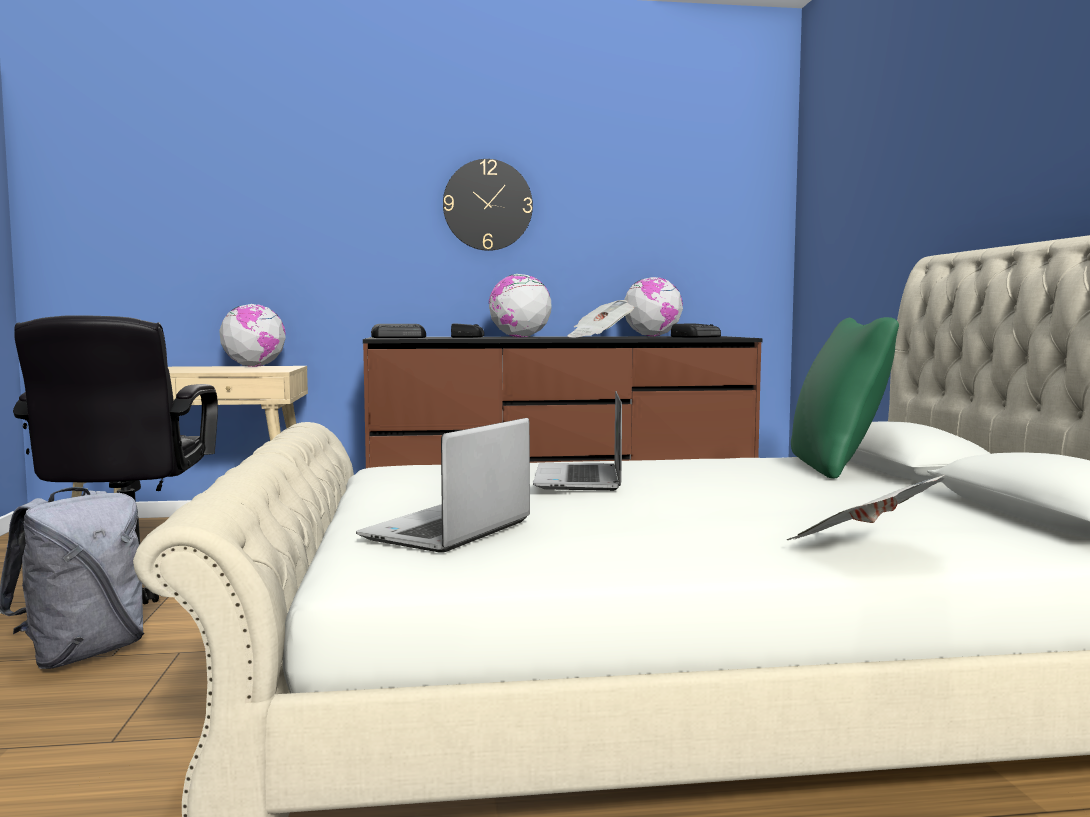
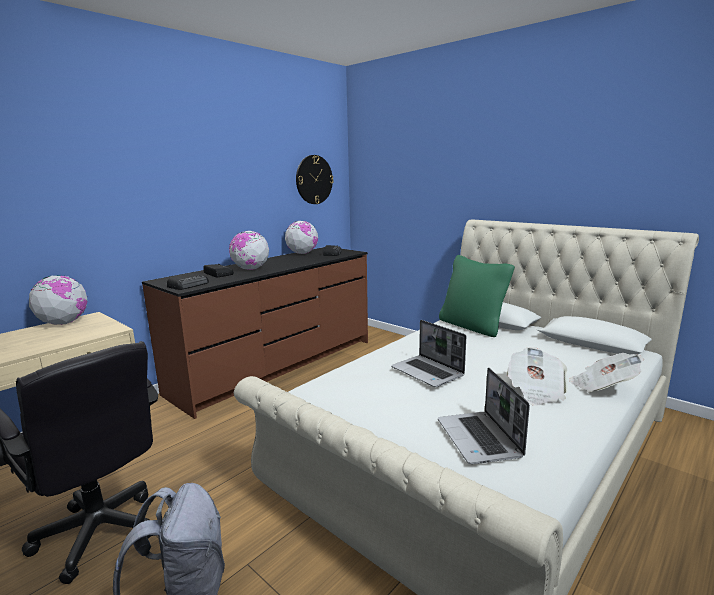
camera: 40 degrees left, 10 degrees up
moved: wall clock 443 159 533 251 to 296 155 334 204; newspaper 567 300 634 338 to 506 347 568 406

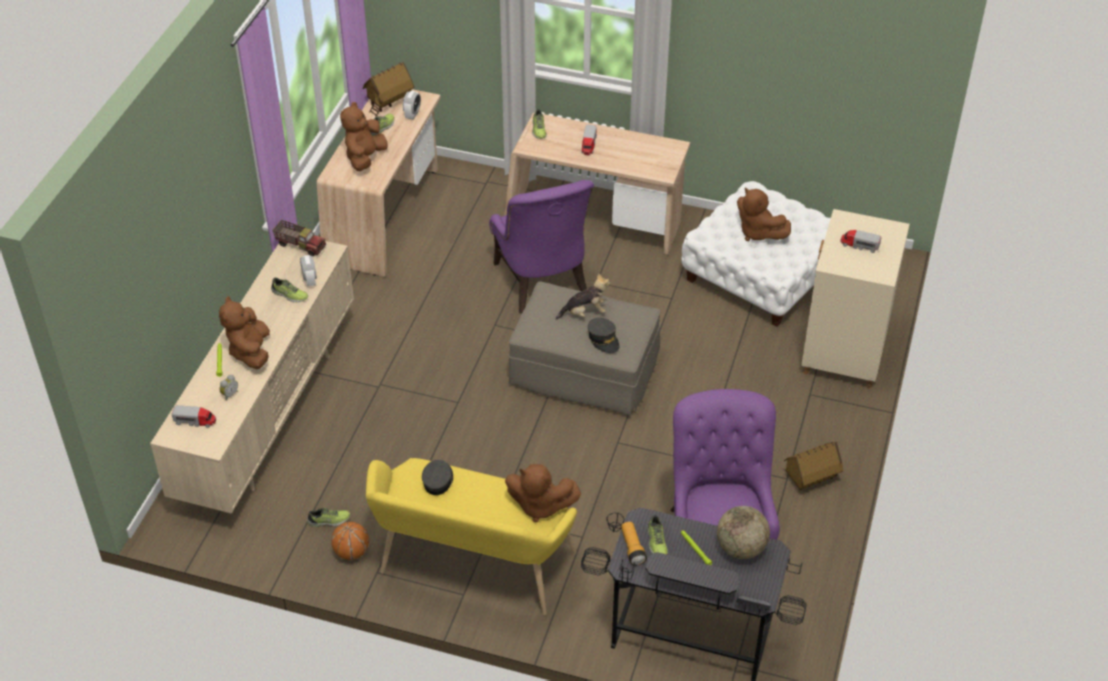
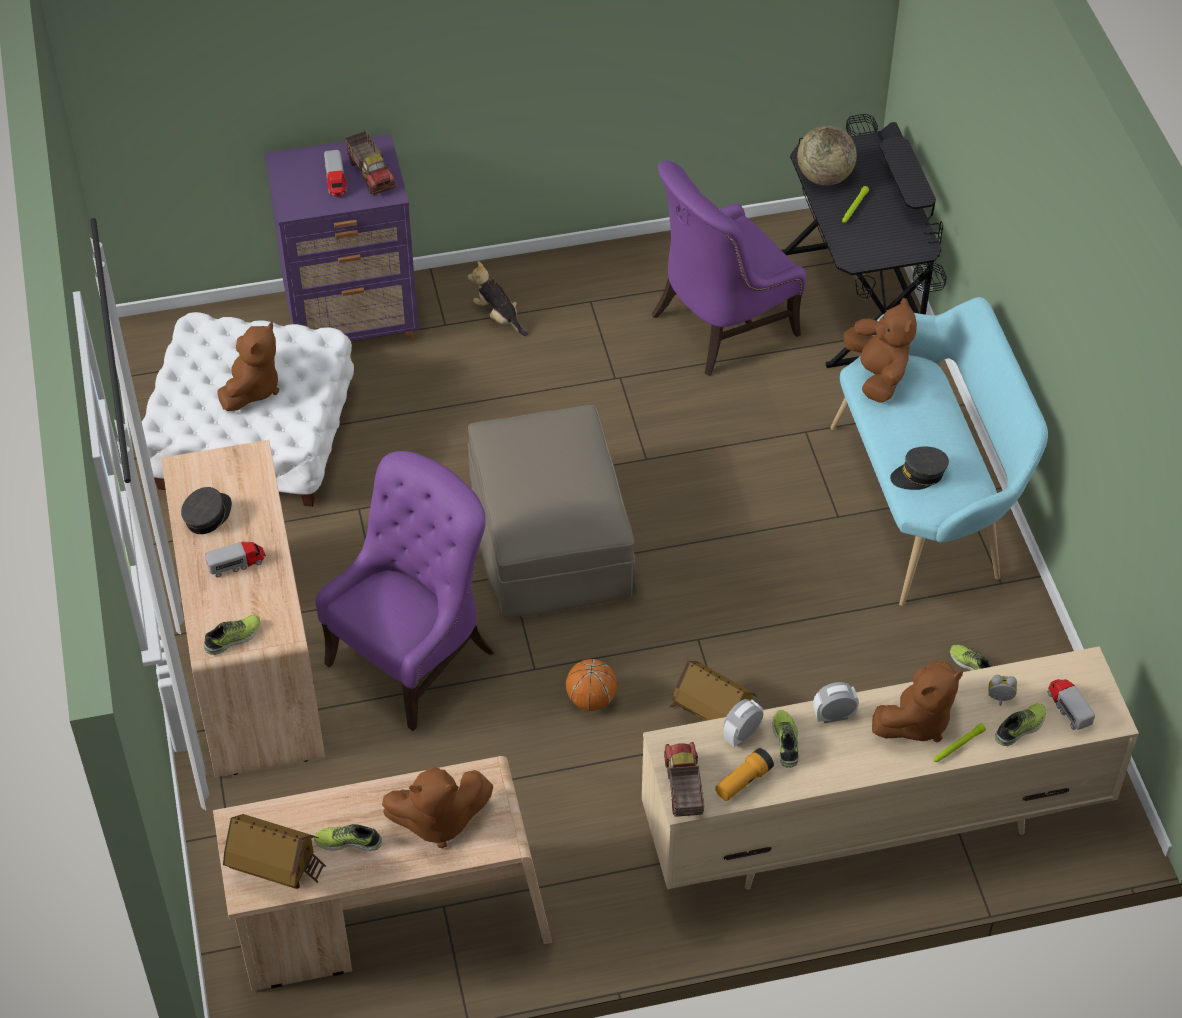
camera: 120 degrees left, 5 degrees up
added: toy truck 344 131 396 195
moved: grey cap 588 318 619 353 to 181 487 232 534; plush toy 556 273 610 320 to 468 261 528 336; basketball 331 522 369 560 to 565 659 617 711; toy house 784 442 843 490 to 669 661 757 721; flashlight 621 522 647 566 to 716 748 774 801; alarm clock 403 91 421 120 to 813 682 859 723; shoe 647 515 668 555 to 995 703 1046 746
recoloured: beige dresser 801 209 910 389 to purple dresser 264 134 419 342; yellow bench 366 458 577 615 to turquoise bench 831 297 1048 606

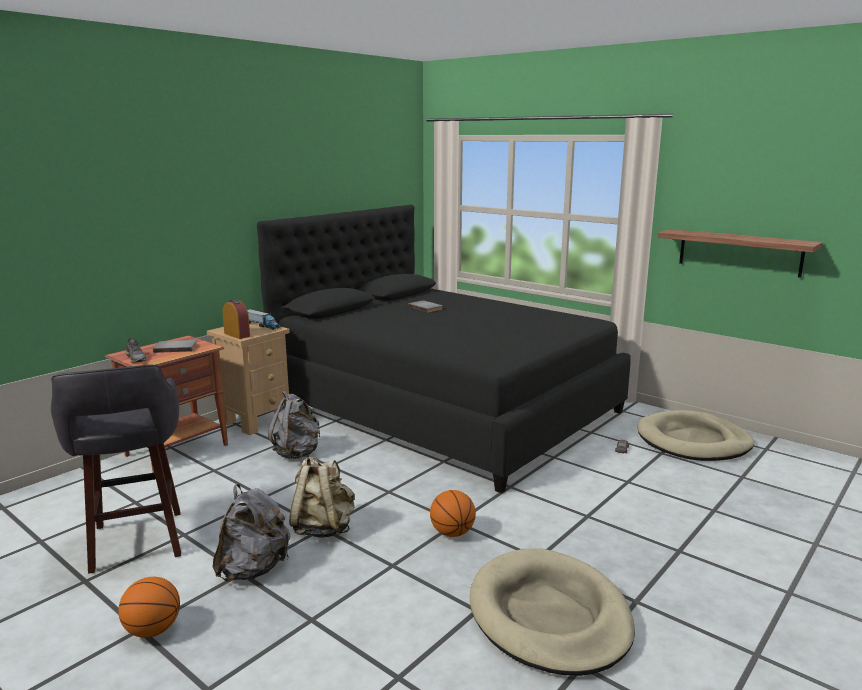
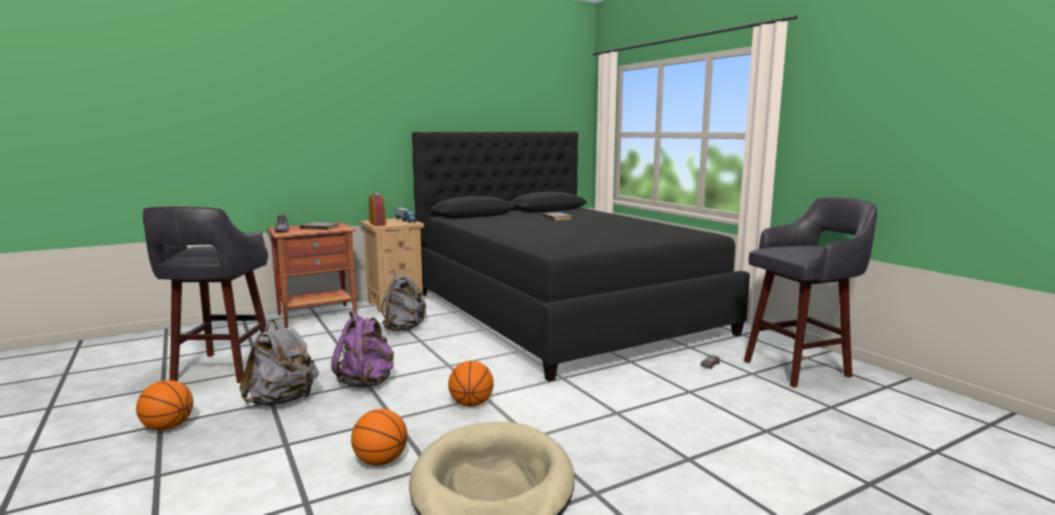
camera: 20 degrees right, 5 degrees down
removed: shelf 658 229 823 278
added: basketball 351 409 407 466
replaced: beige dog bed 637 410 754 461 to grey stool 744 197 877 387
recoloured: beige backpack 289 456 355 538 to purple backpack 331 310 394 388

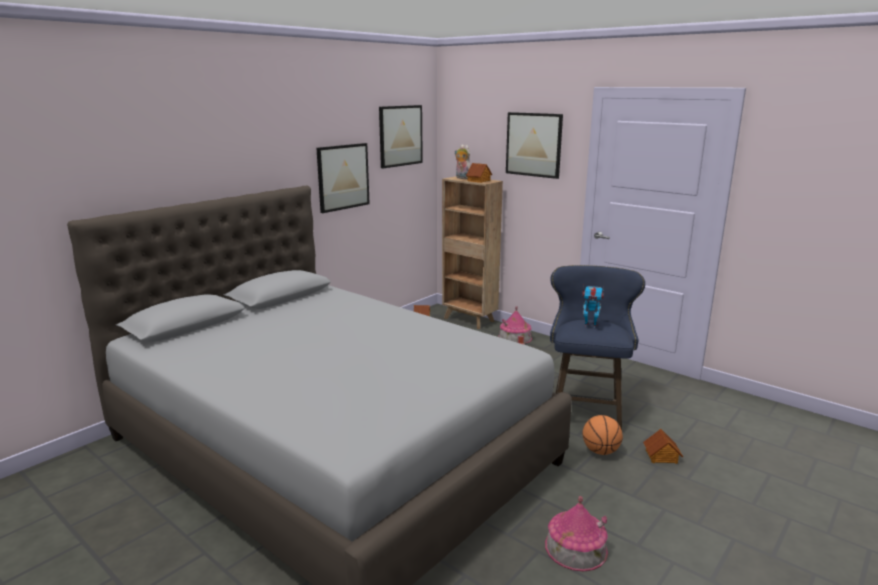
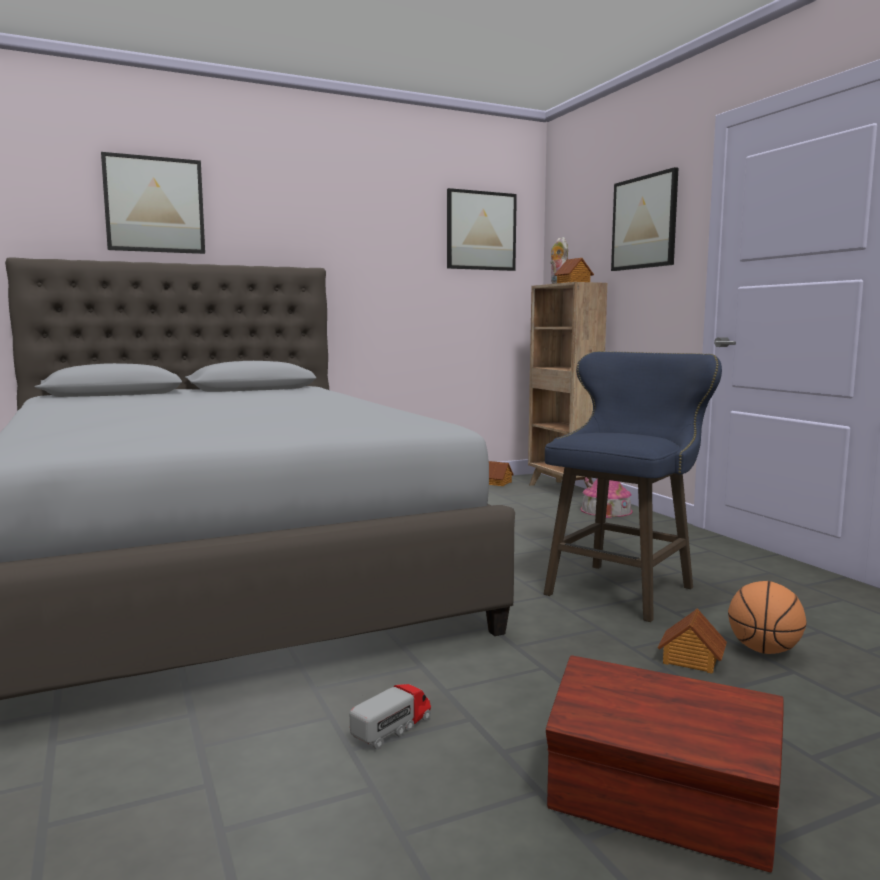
camera: 25 degrees right, 10 degrees down
removed: toy robot 582 286 604 329
added: brown storage box 546 655 784 872
moved: picture 316 143 370 213 to 101 152 205 254; basketball 582 415 623 455 to 728 581 807 654
replaced: toy house 545 496 608 572 to toy truck 350 684 431 750

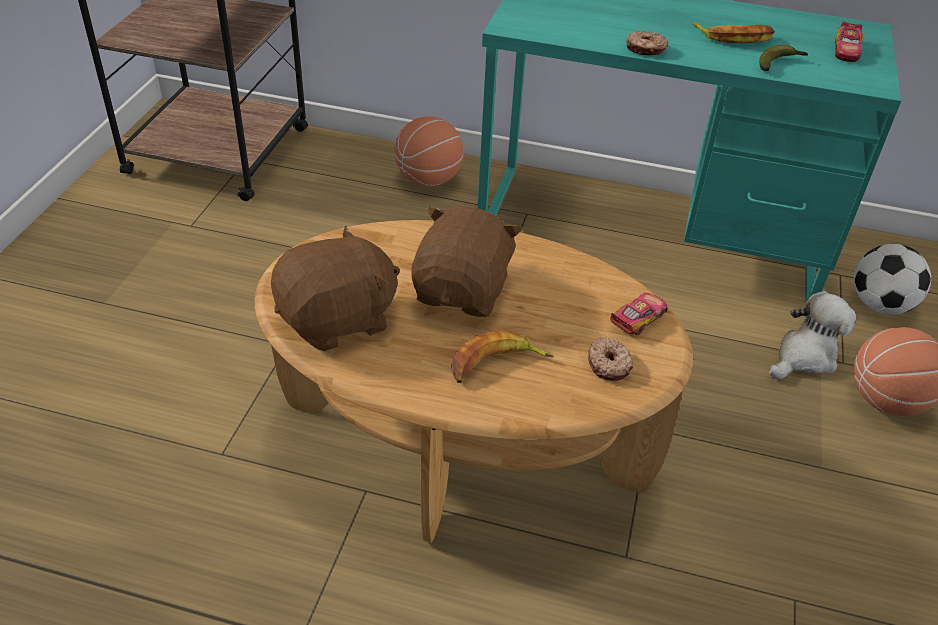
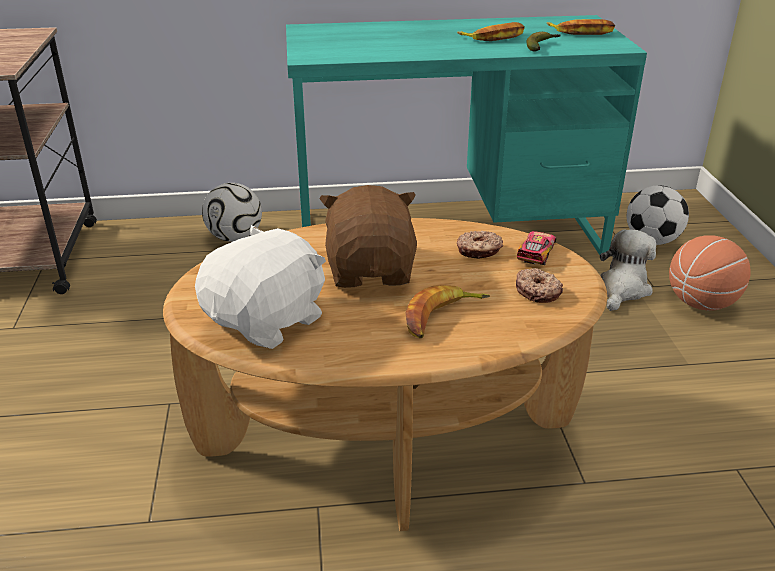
camera: 20 degrees left, 10 degrees down
moved: donut 626 31 669 55 to 457 231 503 259
replaced: basketball 394 116 464 187 to football 202 183 262 242; toy car 835 22 864 62 to banana 547 19 615 35
recoloured: brown plush toy 271 225 400 351 to white plush toy 195 225 326 349

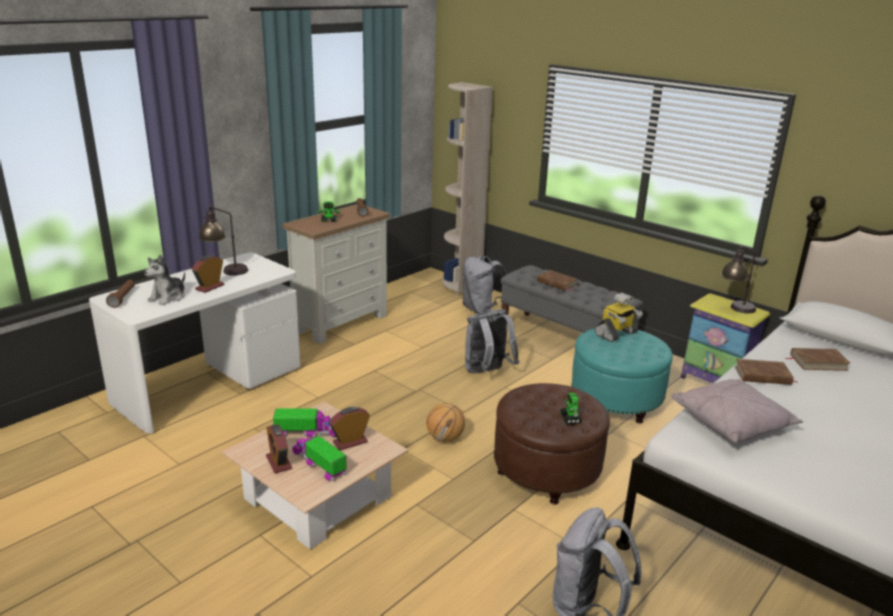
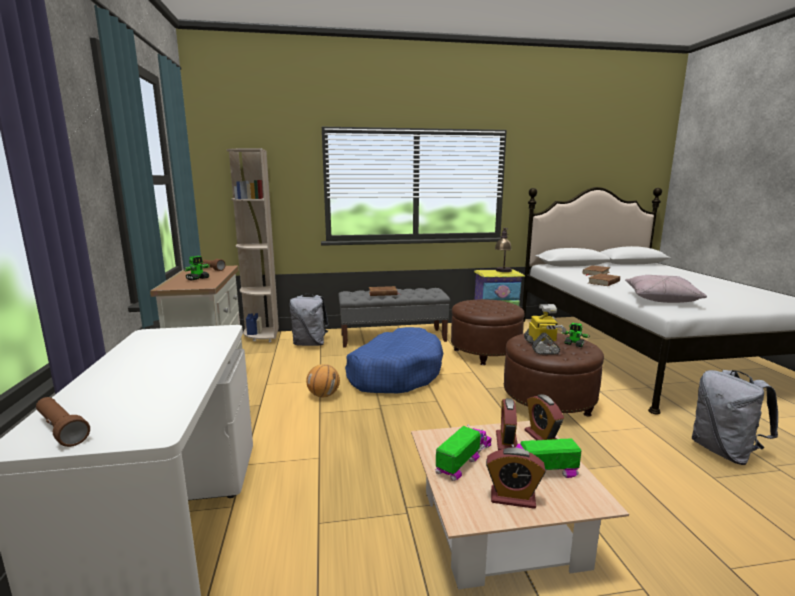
camera: 50 degrees left, 10 degrees down
removed: plush toy 144 255 185 305; table lamp 199 205 248 276
moved: basketball 426 403 465 442 to 306 364 340 397; toy robot 594 293 643 342 to 524 304 566 354; alarm clock 192 255 225 293 to 525 394 564 440
replaced: grey backpack 465 309 519 373 to blue dog bed 345 327 443 393
recoloured: turquoise ottoman 572 328 673 423 to brown ottoman 451 299 525 365

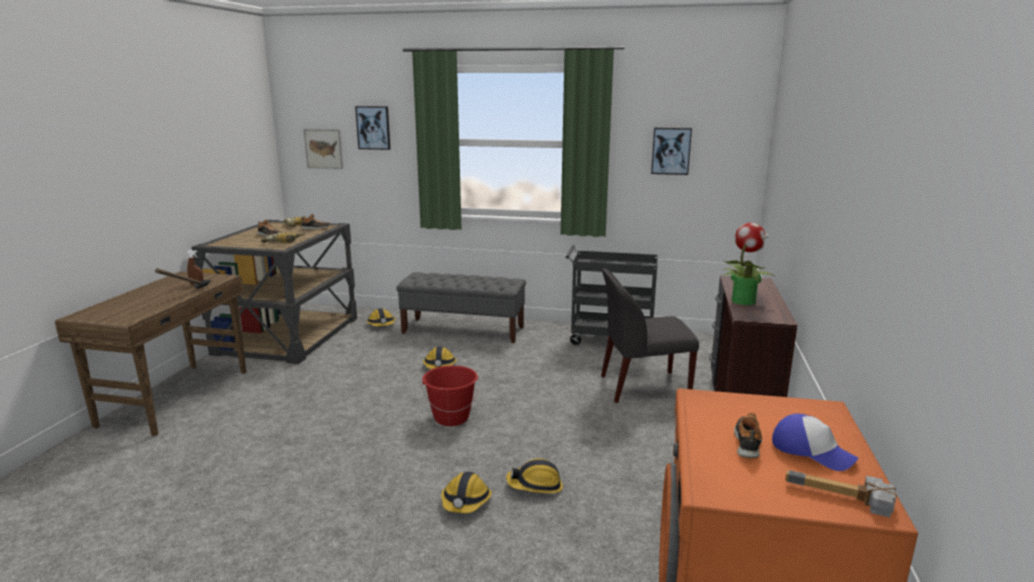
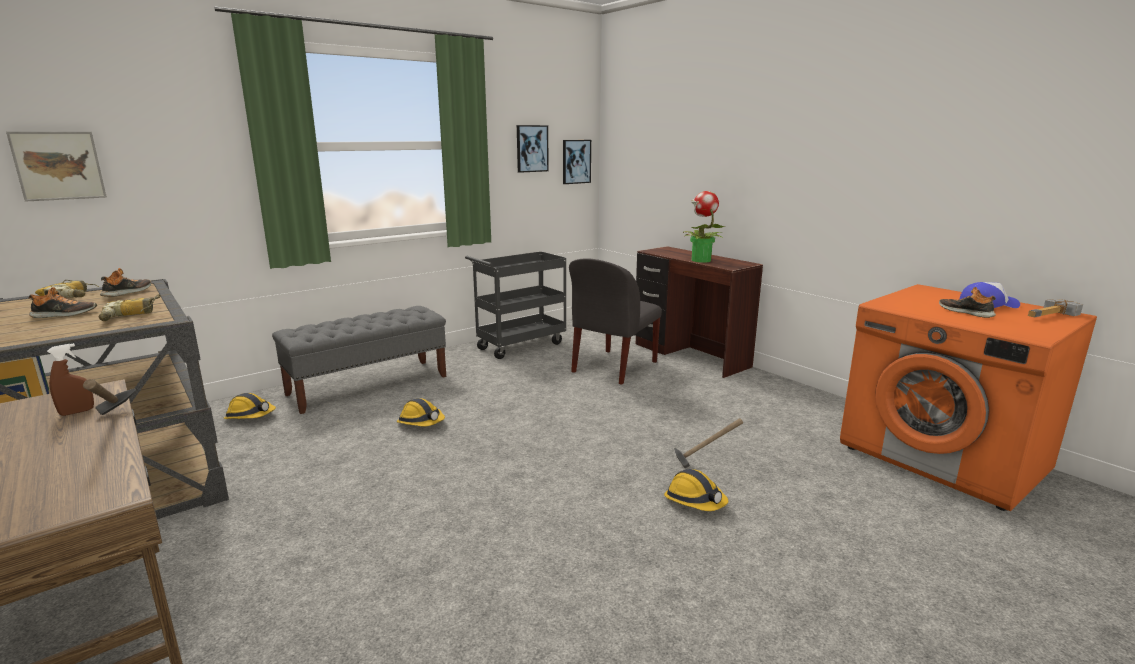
camera: 50 degrees left, 0 degrees up
removed: red bucket 422 365 479 426
moved: picture 355 106 391 150 to 563 140 591 184
replaced: hard hat 506 458 563 493 to hammer 674 418 743 468

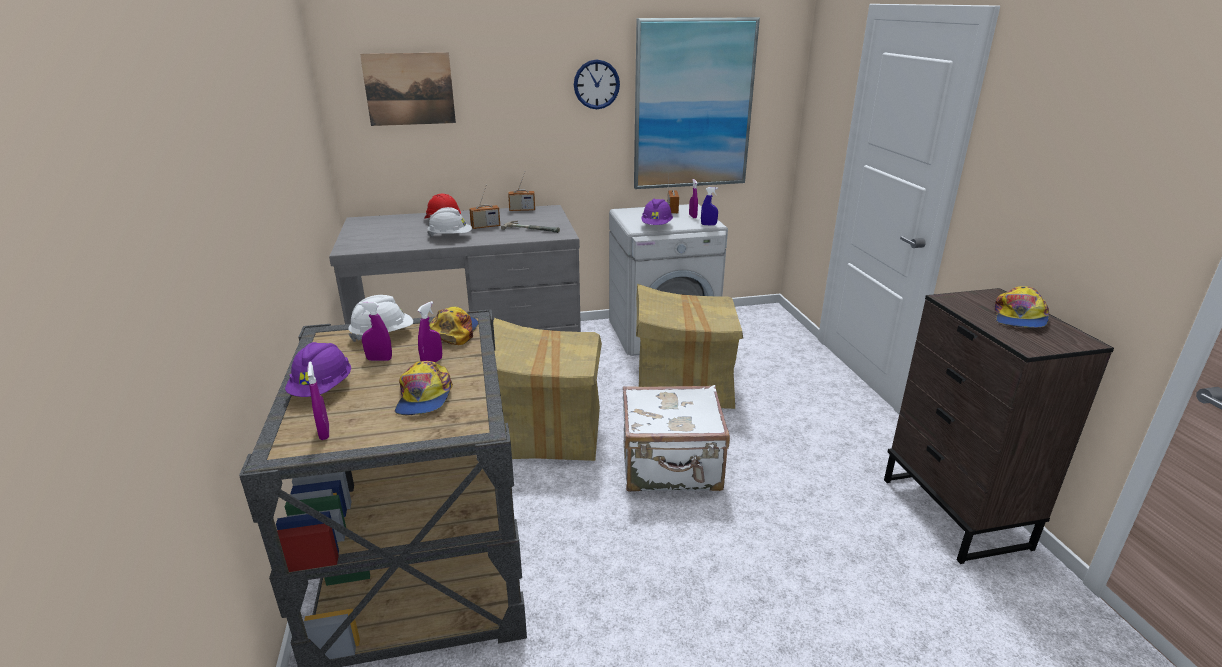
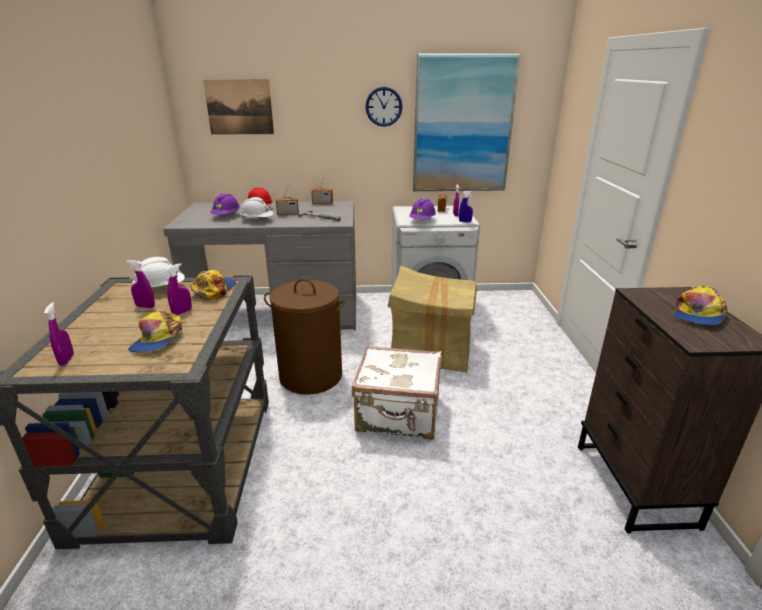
camera: 10 degrees right, 0 degrees up
moved: purple hard hat 285 342 351 397 to 210 194 240 215
replaced: cardboard box 493 318 602 461 to brown laundry basket 264 279 346 395

